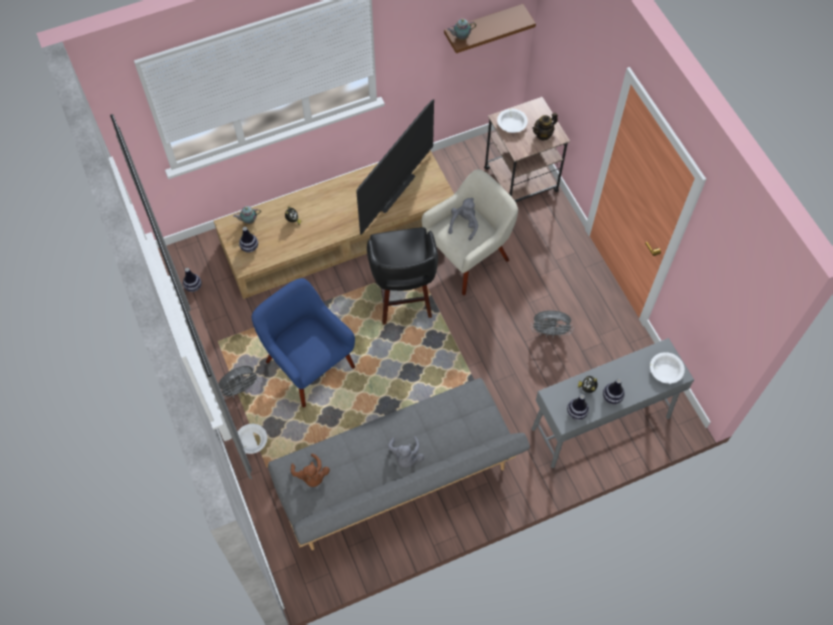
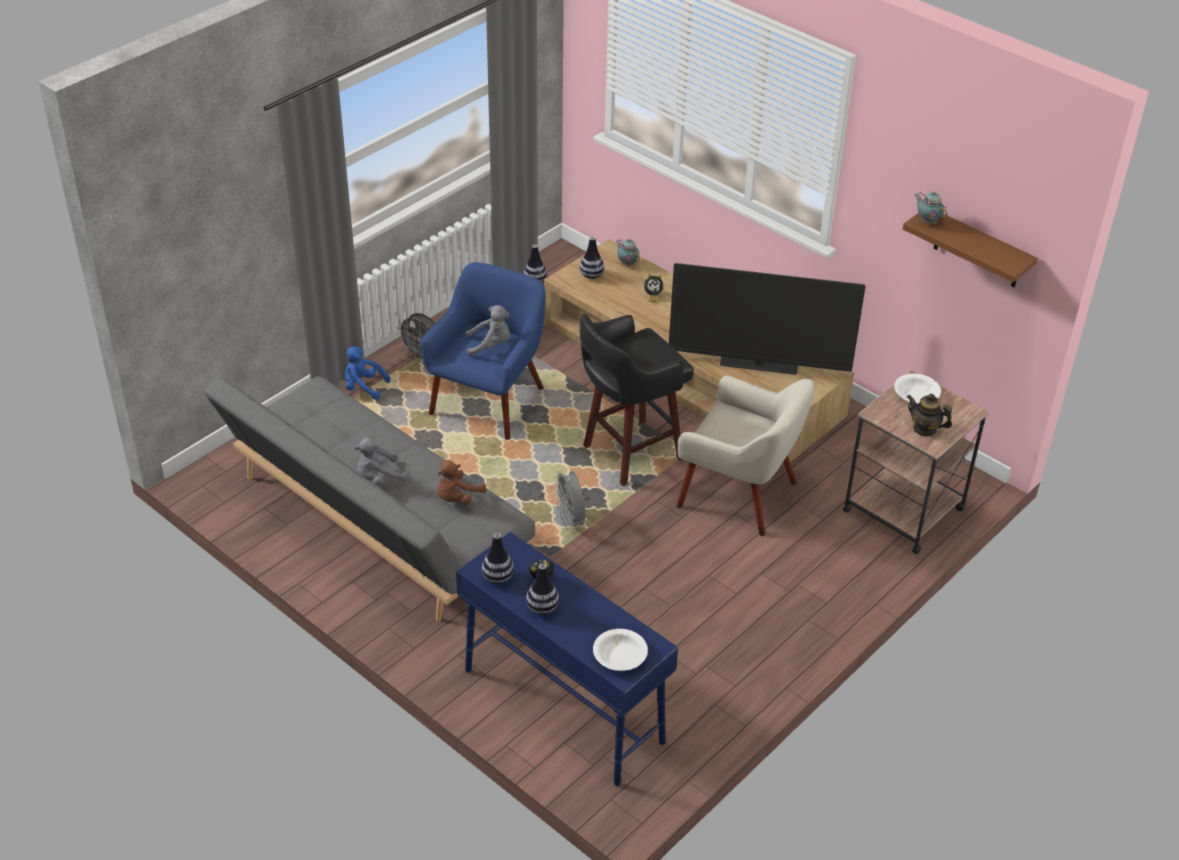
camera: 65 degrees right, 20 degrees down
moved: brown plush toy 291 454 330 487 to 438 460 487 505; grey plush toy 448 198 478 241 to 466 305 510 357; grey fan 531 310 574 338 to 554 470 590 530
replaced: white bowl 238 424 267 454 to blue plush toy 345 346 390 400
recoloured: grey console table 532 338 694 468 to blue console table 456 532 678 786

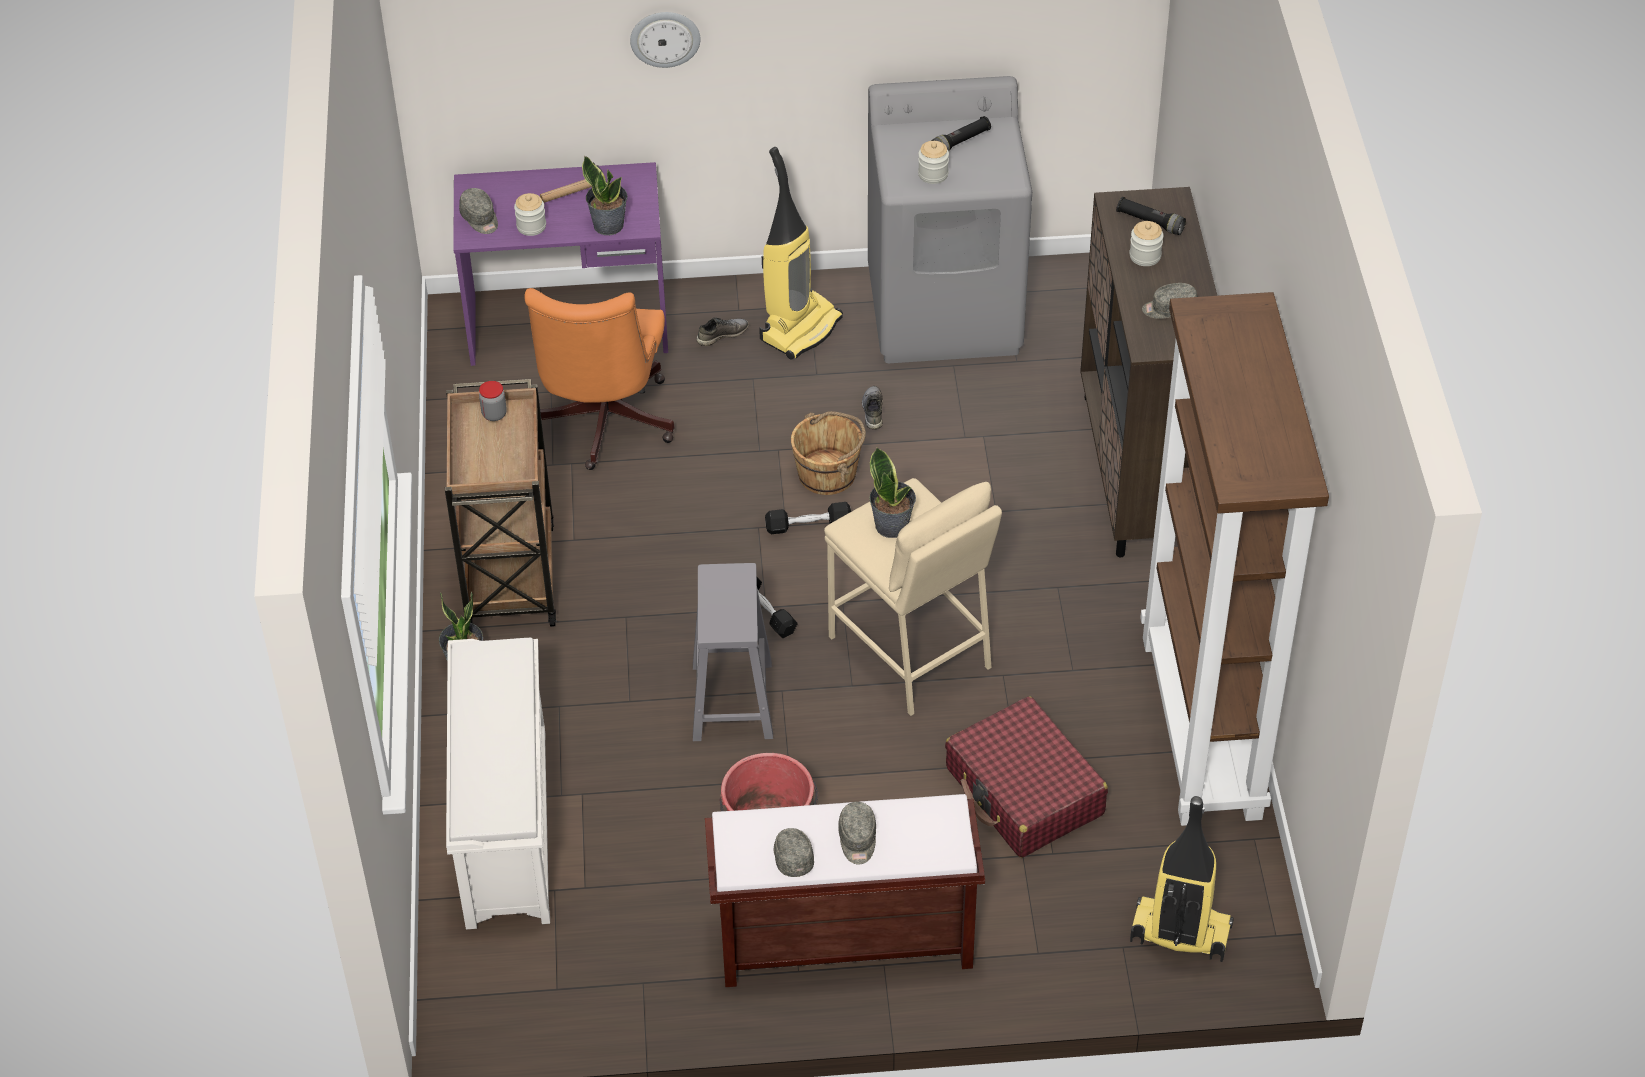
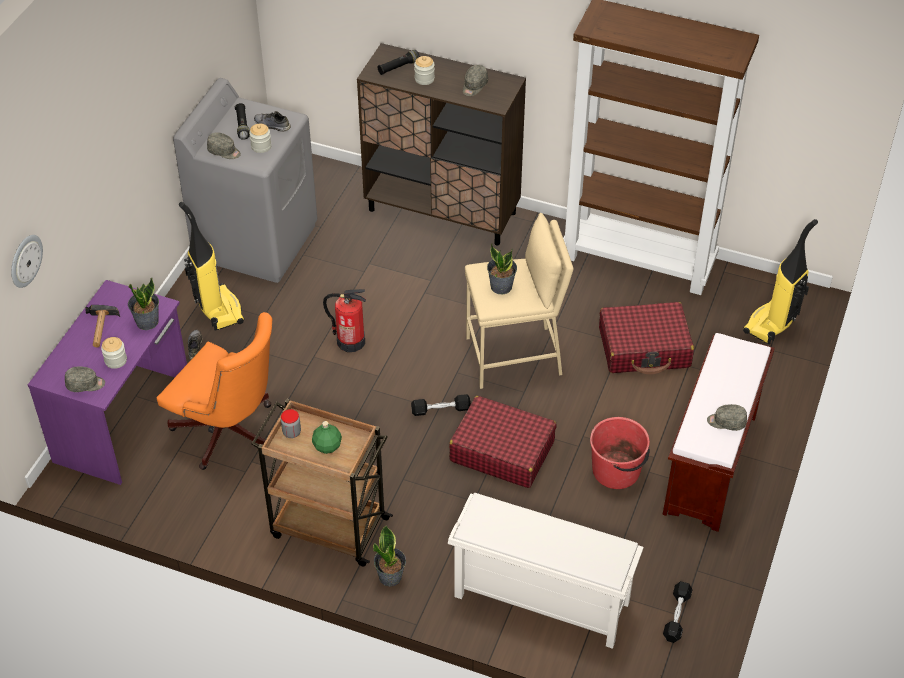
camera: 65 degrees left, 0 degrees up
added: green bottle 312 421 342 454
moved: wall clock 630 12 701 68 to 11 235 43 288; grey cap 838 802 876 865 to 207 132 241 159; grey shoe 862 386 883 429 to 254 111 291 131; black dumbbell 765 502 851 534 to 663 581 693 643
replaced: brown bucket 791 411 866 495 to fire extinguisher 323 289 366 352; grey stool 693 563 773 741 to red suitcase 449 396 557 488

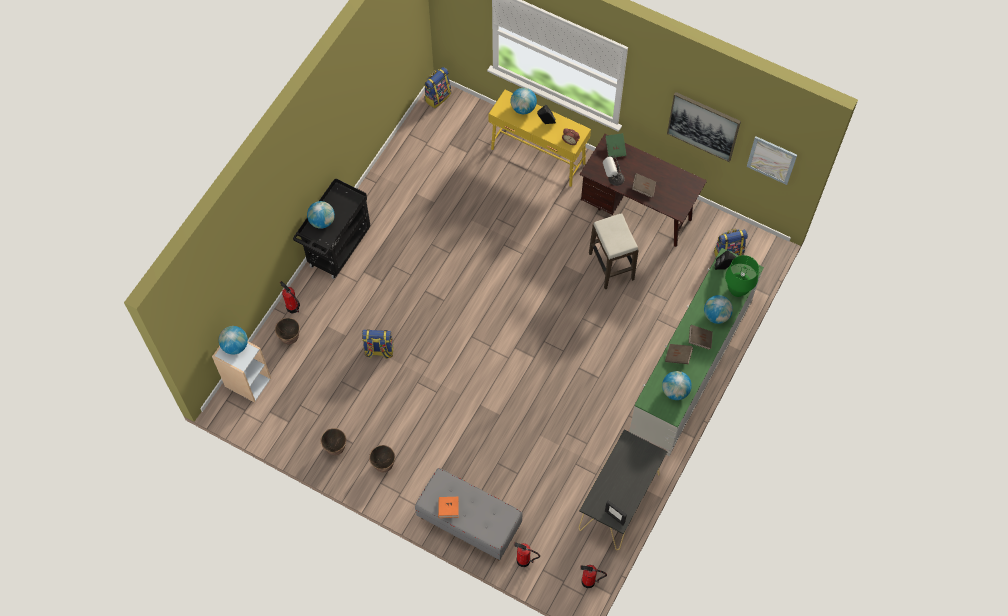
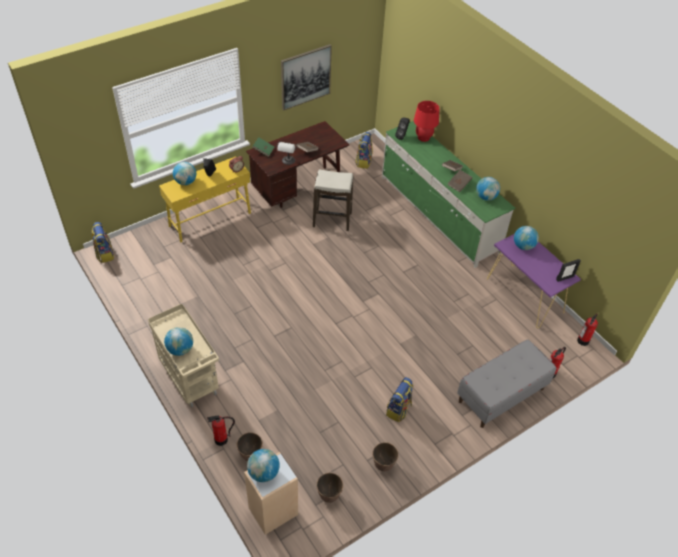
camera: 65 degrees left, 15 degrees down
removed: orange book 438 497 459 518; picture 747 136 797 185
moved: planter 369 445 395 472 to 316 473 343 503; backpack 362 329 393 359 to 386 377 414 422; globe 704 295 733 324 to 514 226 539 250
recoloured: black cart 293 179 370 279 to beige cart 148 304 219 407; green table lamp 725 255 759 297 to red table lamp 414 101 439 142; black console table 579 430 668 550 to purple console table 487 234 581 328

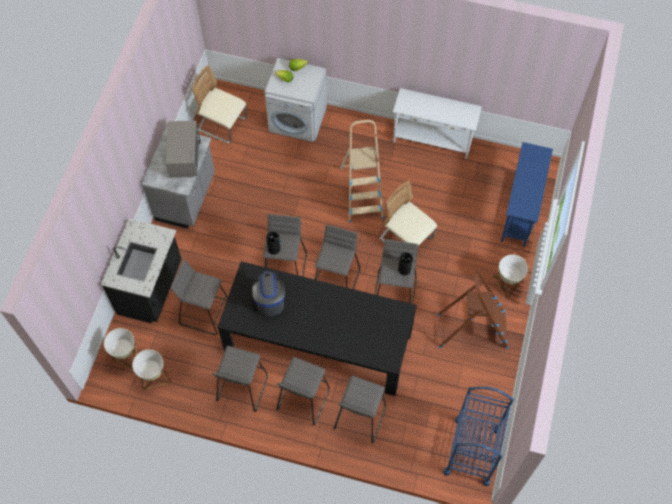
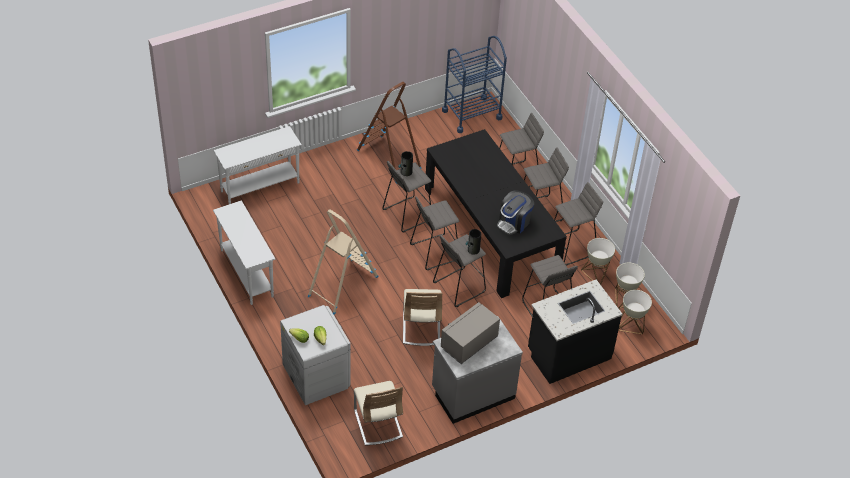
camera: 135 degrees left, 15 degrees down
moved: beige chair 380 180 437 246 to 403 289 442 346; planter 493 254 528 298 to 581 238 615 285
recoloured: blue console table 501 142 553 247 to white console table 213 126 302 204

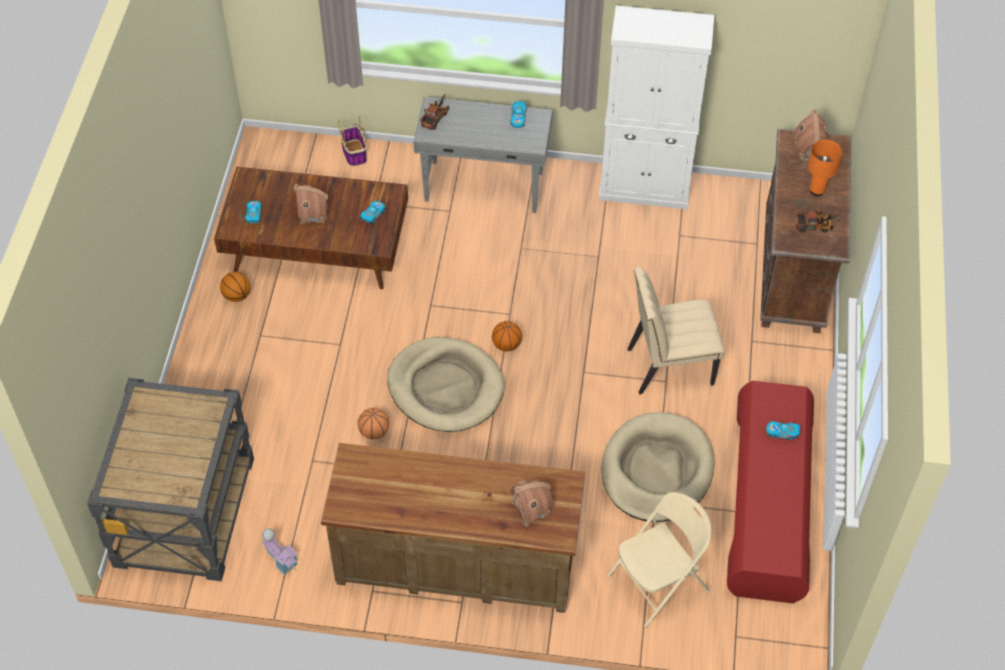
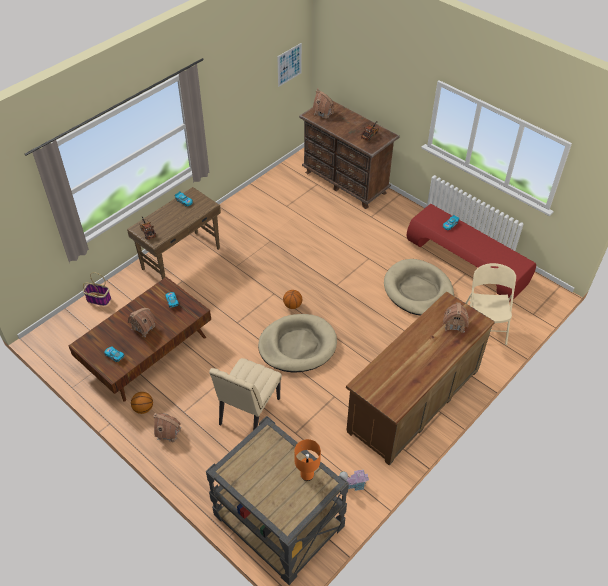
camera: 55 degrees left, 5 degrees down
removed: basketball 358 408 389 440; white cabinet 599 6 714 209
added: toy house 153 413 181 442; picture 277 43 302 87
moved: beige chair 628 267 725 394 to 209 358 282 430; orange table lamp 808 140 842 196 to 294 439 321 481
recoloured: grey console table 413 97 553 213 to brown console table 127 187 221 279

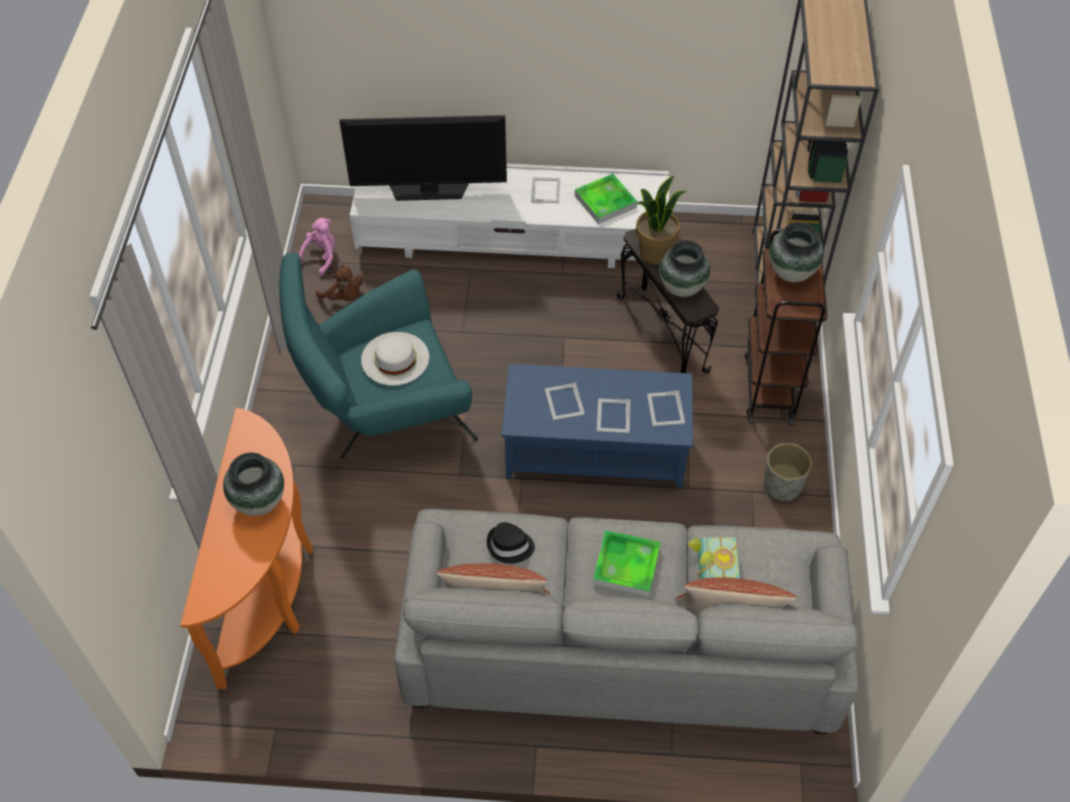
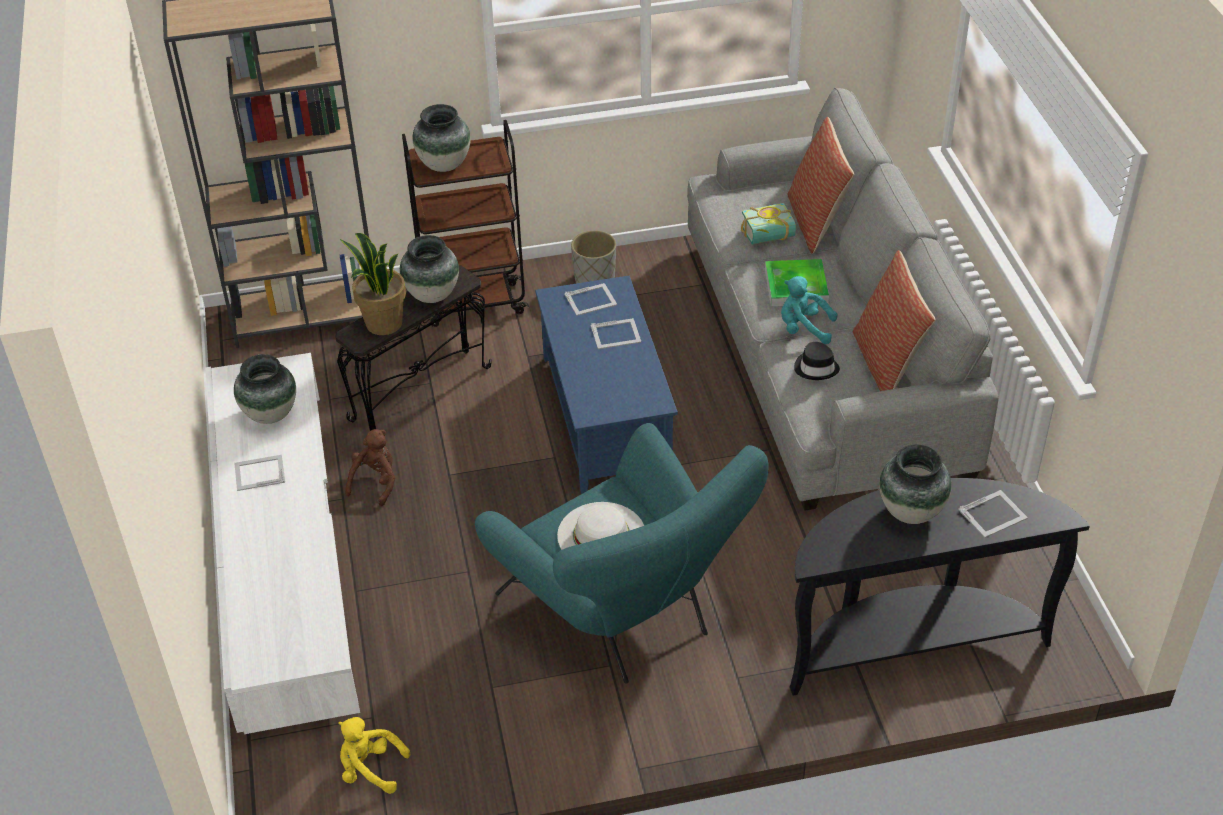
camera: 105 degrees left, 10 degrees down
removed: television 339 115 507 201
added: turquoise plush toy 781 276 838 344
moved: brown plush toy 316 265 363 301 to 345 429 395 506; picture frame 545 382 585 420 to 958 490 1028 538
replaced: tray 575 174 637 224 to vase 234 354 296 424
recoloured: pink plush toy 299 218 335 276 to yellow plush toy 338 717 410 794; orange console table 181 408 314 689 to black console table 790 478 1090 696

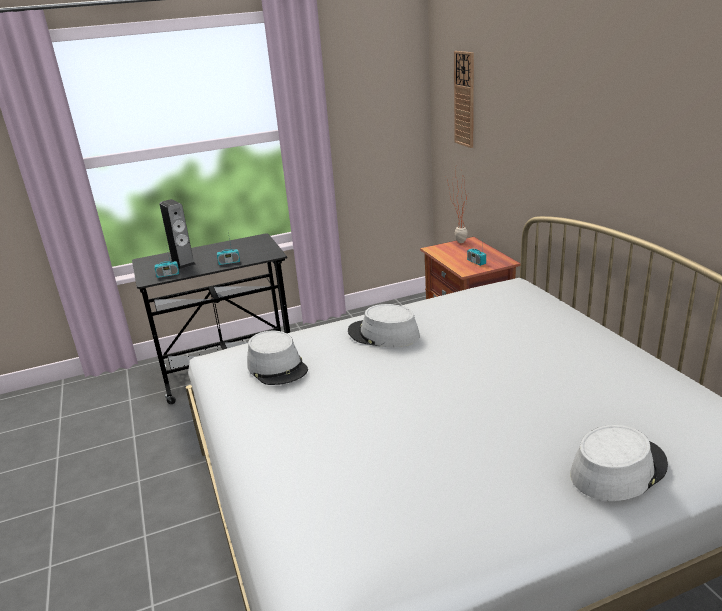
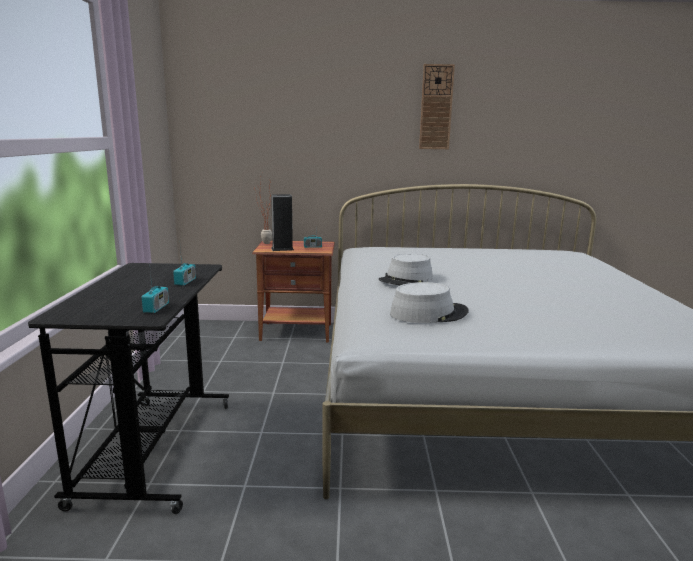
camera: 70 degrees left, 10 degrees down
removed: grey hat 570 425 668 501
moved: speaker 159 199 196 269 to 271 194 294 251; wall clock 454 51 474 148 to 419 64 455 149

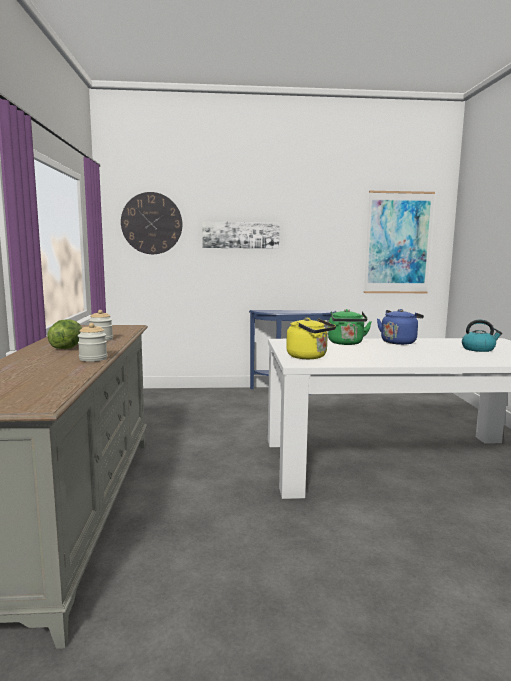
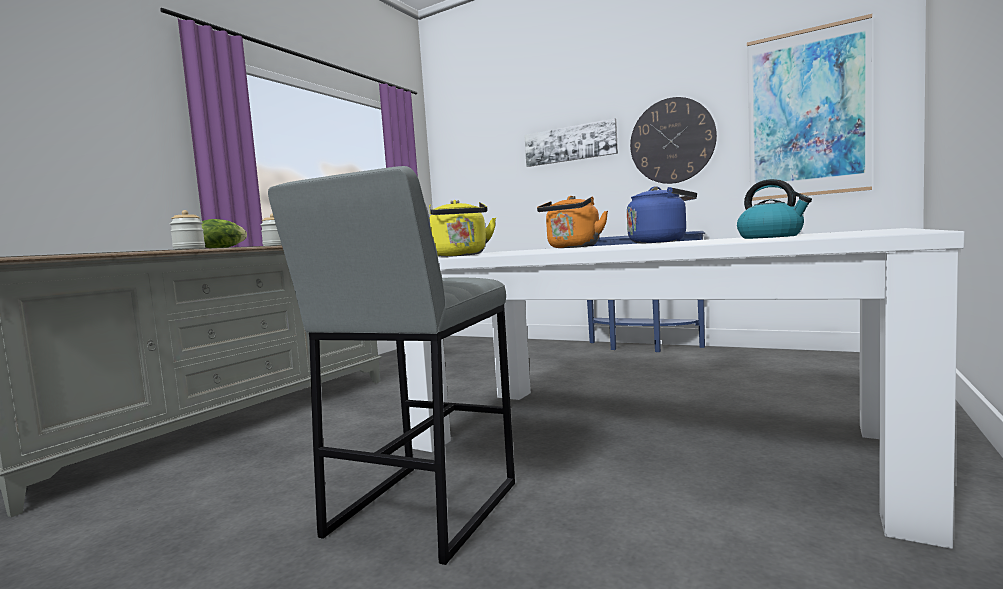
camera: 35 degrees right, 5 degrees down
added: grey stool 268 166 515 565
moved: wall clock 121 192 182 254 to 630 97 717 184
recoloured: green kettle 328 309 372 345 to orange kettle 537 196 608 248

